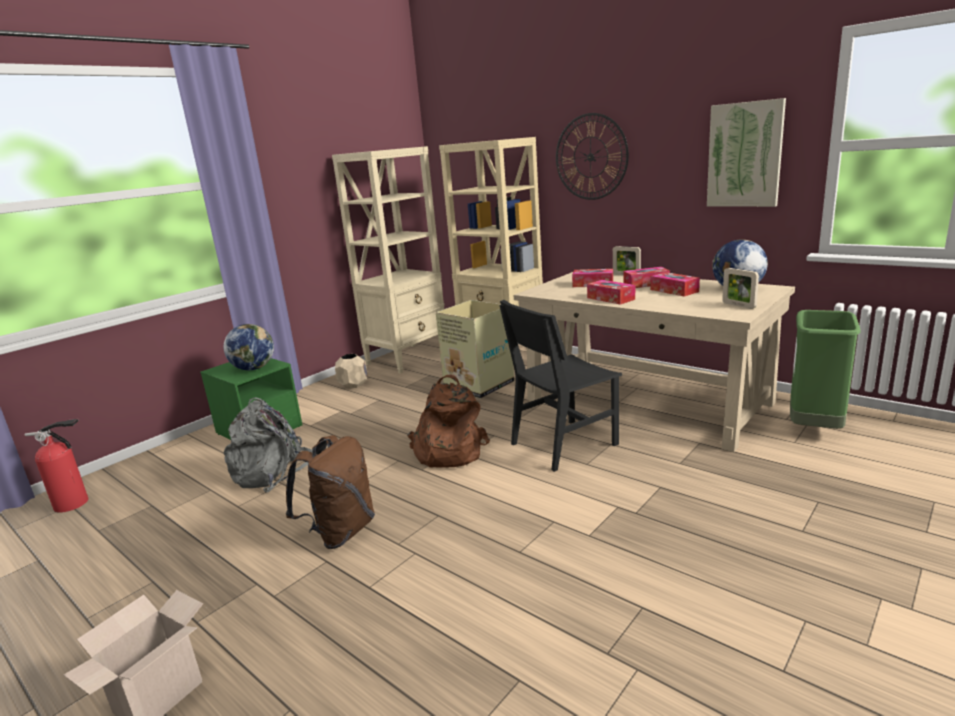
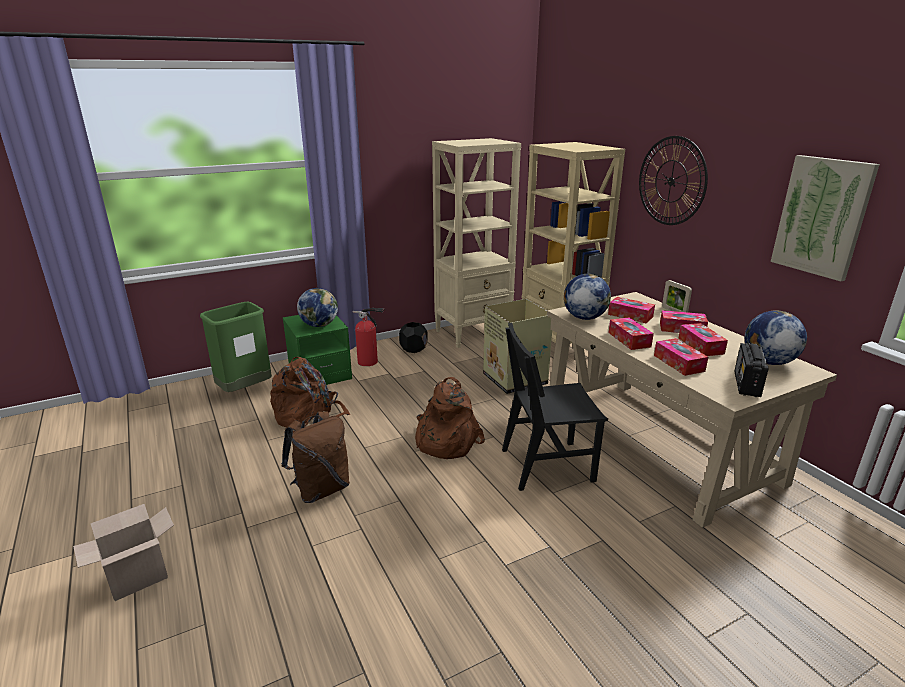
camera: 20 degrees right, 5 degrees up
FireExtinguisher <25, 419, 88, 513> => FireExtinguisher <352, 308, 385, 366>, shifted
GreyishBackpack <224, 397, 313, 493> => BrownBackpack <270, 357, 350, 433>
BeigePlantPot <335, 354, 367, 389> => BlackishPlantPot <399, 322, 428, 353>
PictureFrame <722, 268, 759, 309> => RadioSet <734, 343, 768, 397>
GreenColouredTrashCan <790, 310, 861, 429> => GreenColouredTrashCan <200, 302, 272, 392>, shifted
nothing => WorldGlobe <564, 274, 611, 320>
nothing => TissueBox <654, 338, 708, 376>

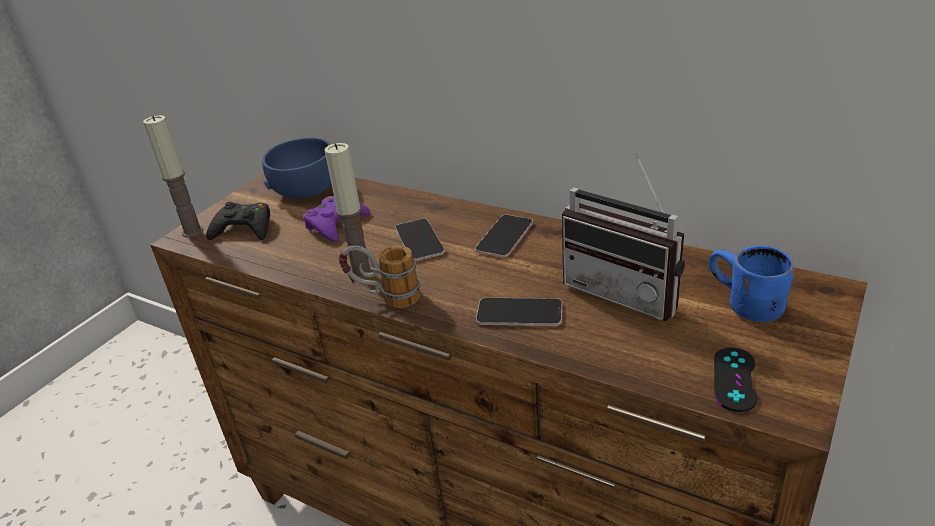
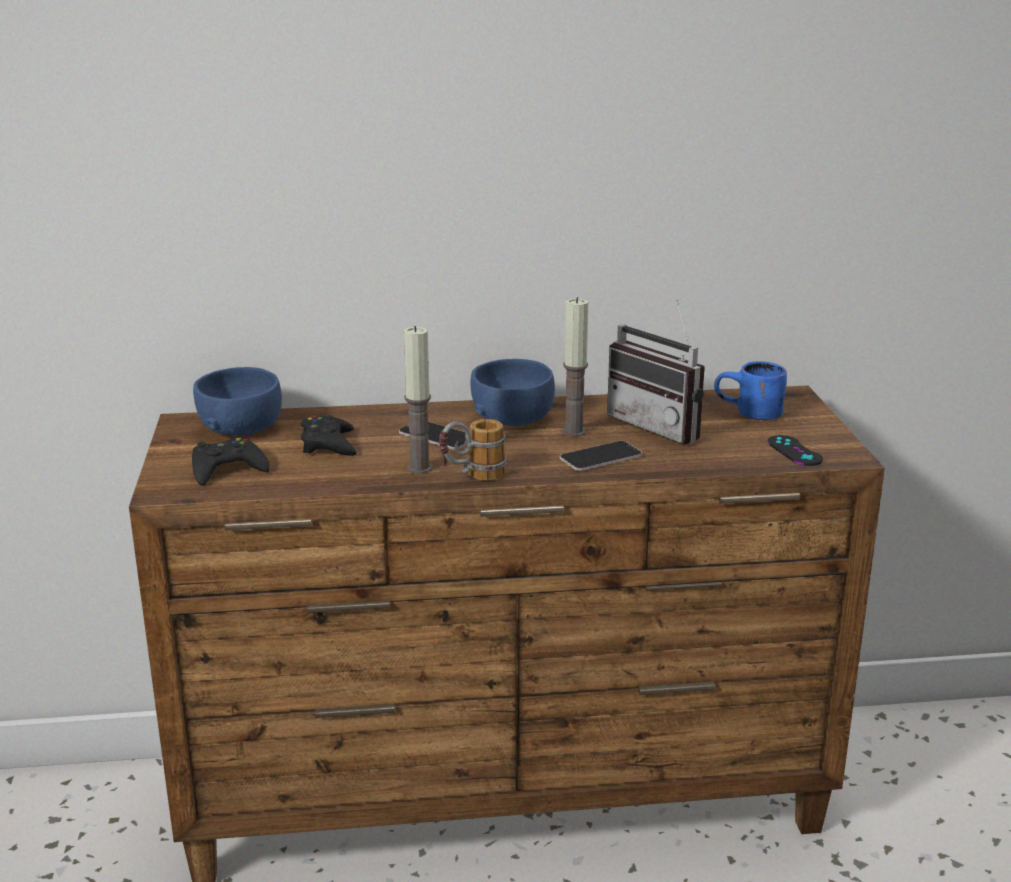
camera: 40 degrees left, 10 degrees down
WaxCandle <143, 115, 204, 238> => WaxCandle <562, 297, 588, 437>, shifted
PurpleColouredGameController <303, 196, 371, 242> => BlackishGameController <301, 415, 357, 456>
Phone <475, 215, 533, 258> => BluishDeepDish <471, 359, 555, 426>
RadioSet <562, 152, 685, 321> => RadioSet <607, 299, 705, 444>, 45 degrees clockwise

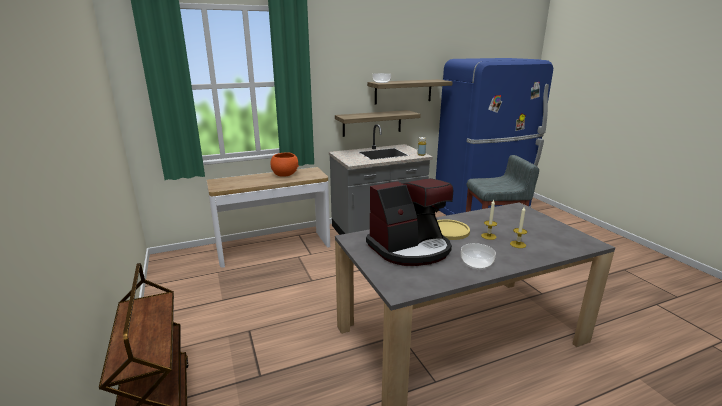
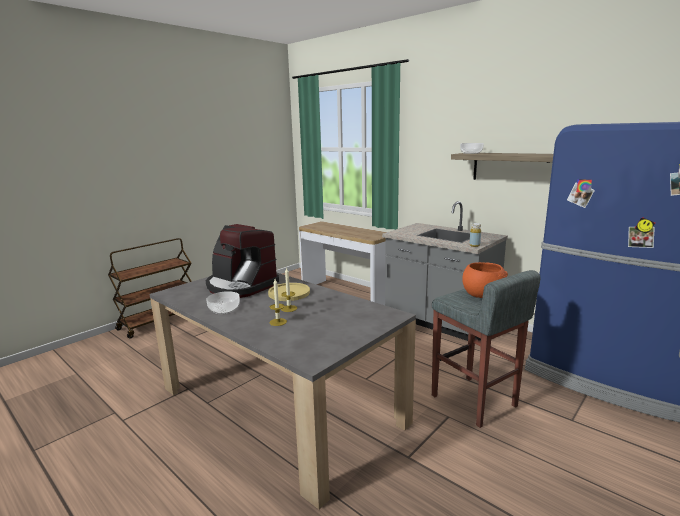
camera: 65 degrees right, 5 degrees down
OrangeColouredDeepDish <270, 152, 299, 177> => OrangeColouredDeepDish <462, 262, 508, 298>, shifted
BracketShelf <335, 110, 421, 137> => nothing

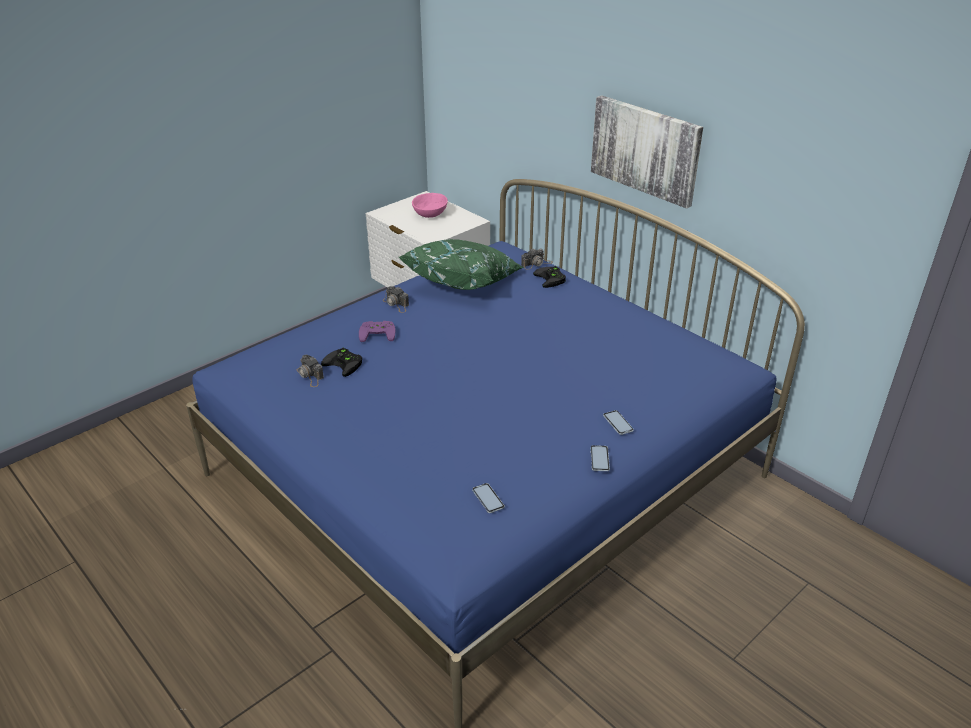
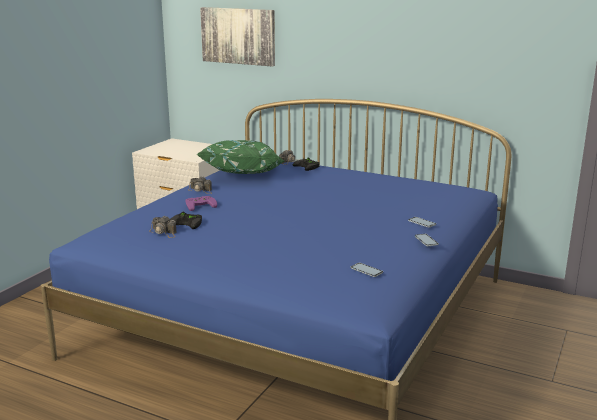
camera: 20 degrees left, 15 degrees down
PinkDeepDish <412, 193, 448, 218> => nothing
Picture <591, 95, 703, 209> => Picture <200, 7, 275, 66>, shifted

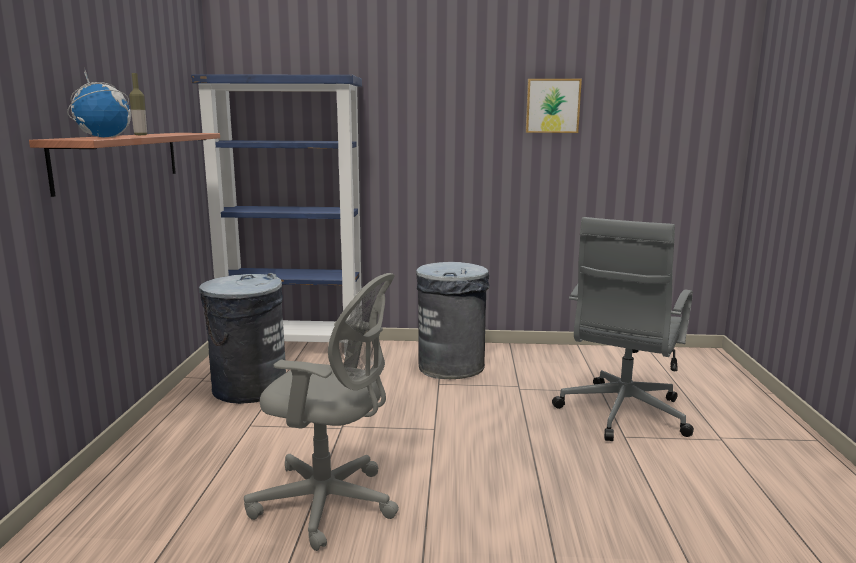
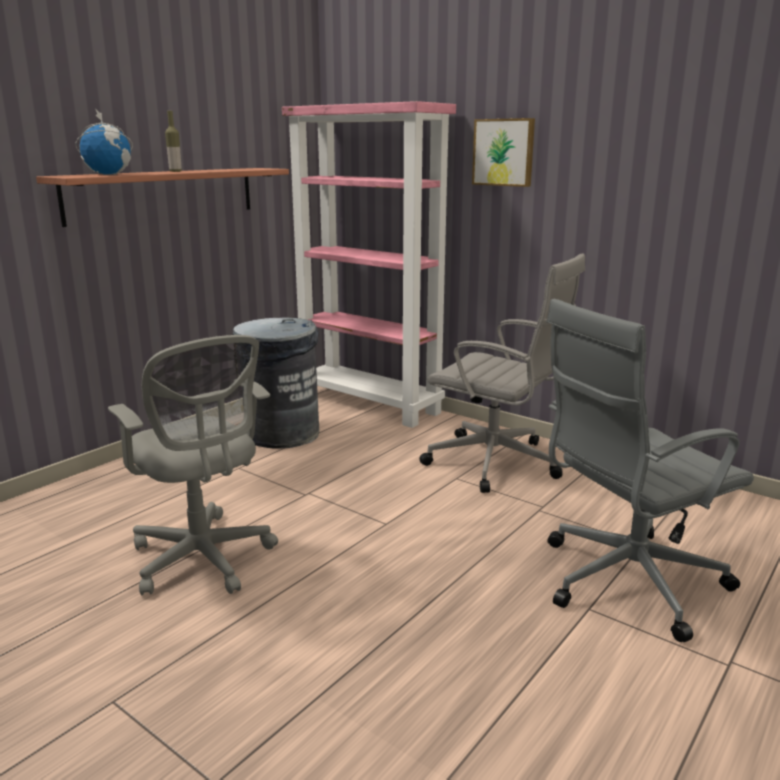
camera: 35 degrees right, 5 degrees up
BluishBookshelf <191, 74, 362, 357> => PinkBookshelf <282, 101, 456, 428>
GreyishTrashCan <416, 262, 490, 379> => GreyishDeskChair <419, 253, 585, 493>
Picture <526, 79, 582, 133> => Picture <472, 118, 535, 187>, shifted

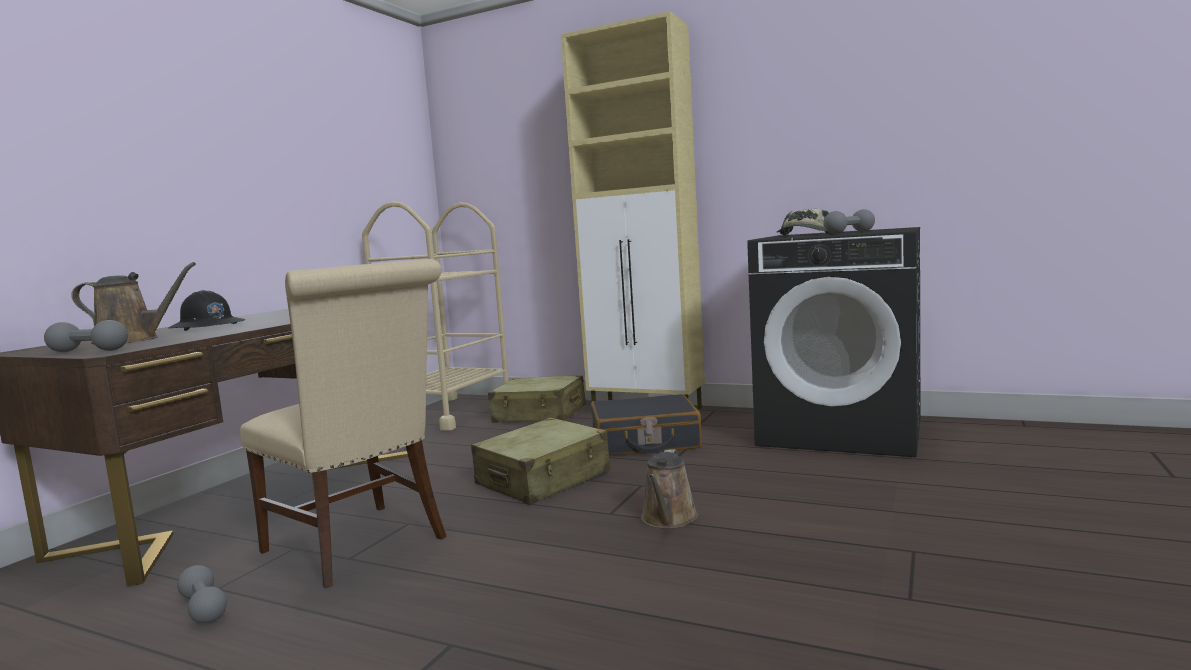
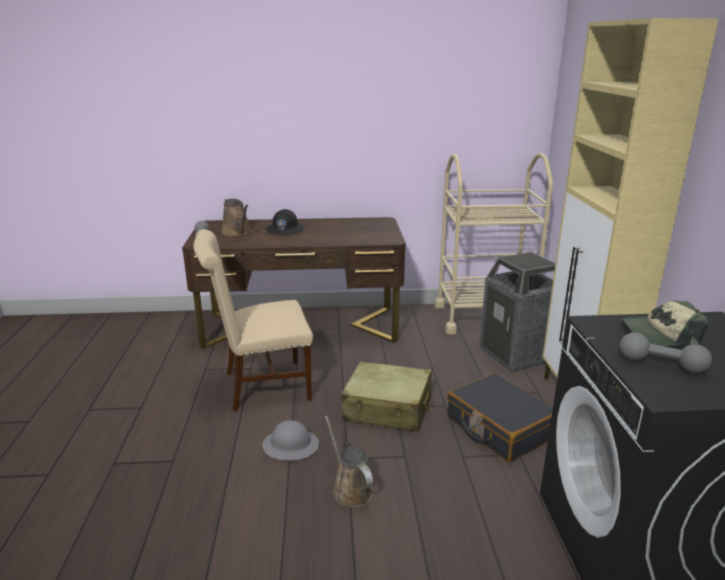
camera: 60 degrees right, 15 degrees up
GreyishHandWeight <177, 565, 227, 624> => nothing
BeigePlainChair <240, 259, 447, 589> => BeigePlainChair <193, 229, 313, 411>, 60 degrees clockwise
BeigeTravelCase <488, 375, 586, 423> => TrashCan <479, 252, 555, 373>
BrownWateringPot <641, 449, 698, 529> => BrownWateringPot <325, 416, 374, 507>, 75 degrees clockwise
nothing => GreyishWorkHelmet <262, 420, 319, 461>

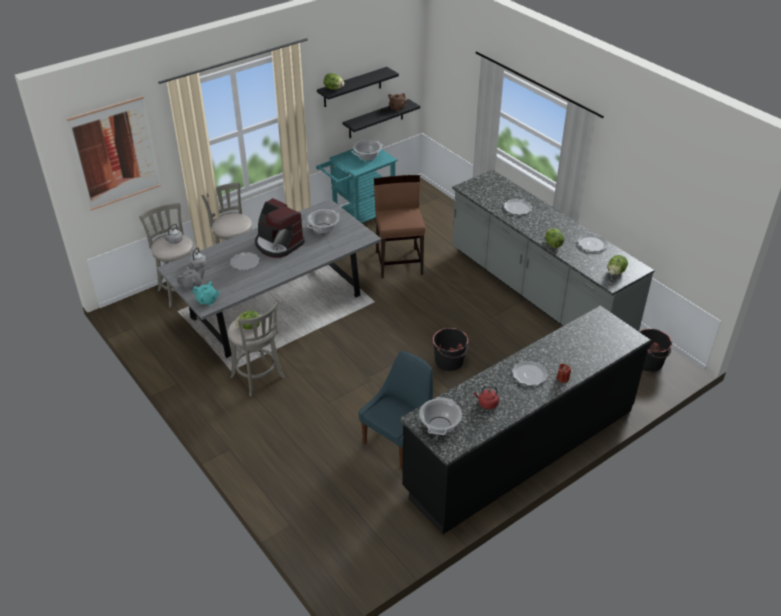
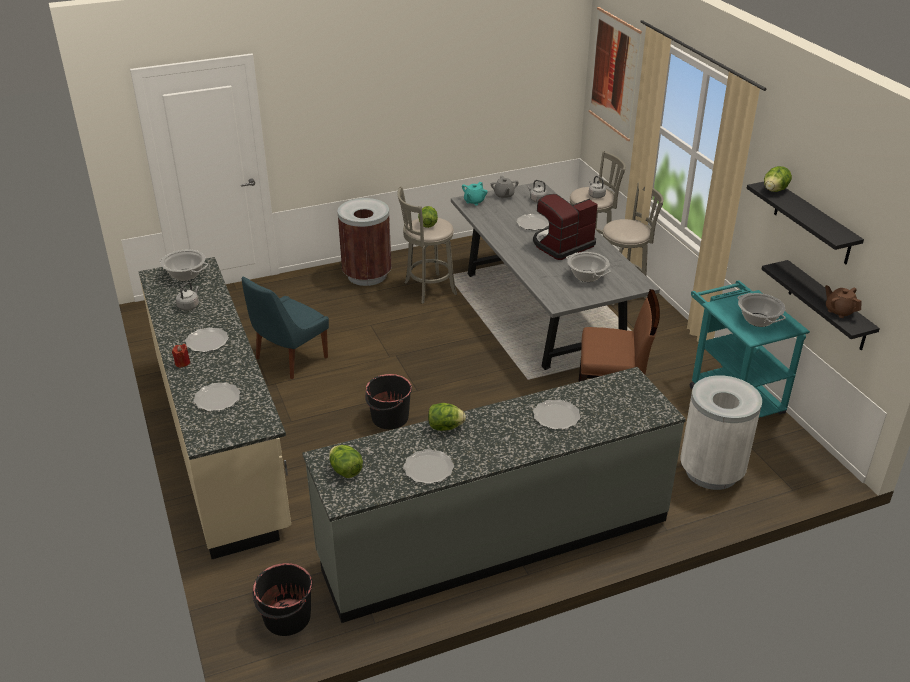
camera: 105 degrees right, 5 degrees down
BluishPlainChair <358, 351, 433, 469> => BluishPlainChair <242, 277, 329, 379>, 75 degrees clockwise
BlackishKitchenBaseUnit <400, 305, 651, 534> => BeigeKitchenBaseUnit <139, 257, 291, 559>
ReddishWaterKettle <474, 386, 499, 409> => GreyishWaterKettle <176, 282, 199, 310>
nothing => Plate <193, 383, 241, 411>
nothing => BrownTrashCan <337, 198, 392, 286>
nothing => WhiteTrashCan <680, 375, 762, 490>

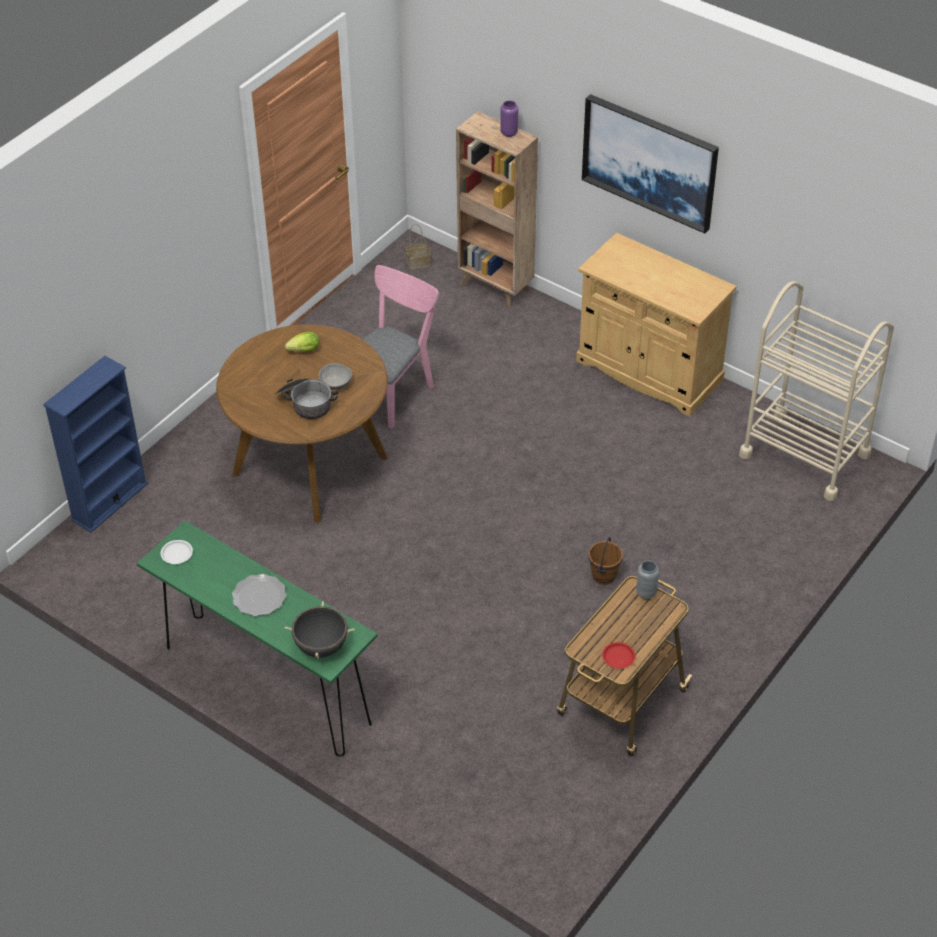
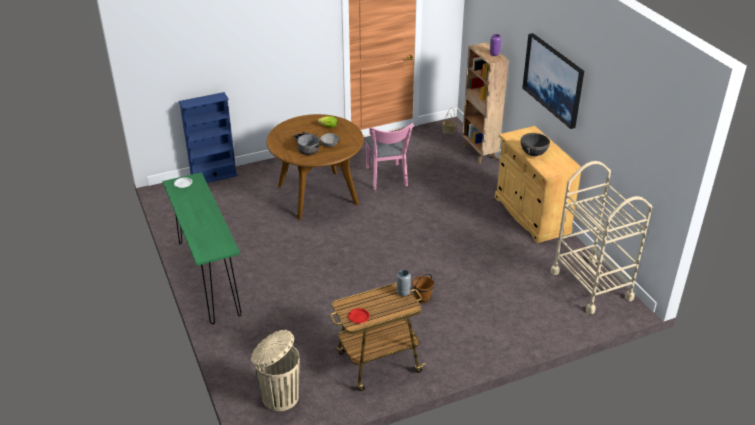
camera: 30 degrees right, 10 degrees down
Plate <232, 574, 286, 616> => nothing
BlackishStockpot <285, 601, 354, 659> => BlackishStockpot <519, 133, 552, 156>, shifted
PinkPlainChair <362, 265, 439, 429> => PinkPlainChair <365, 123, 413, 190>, 105 degrees clockwise
nothing => BeigeTrashCan <251, 330, 300, 411>

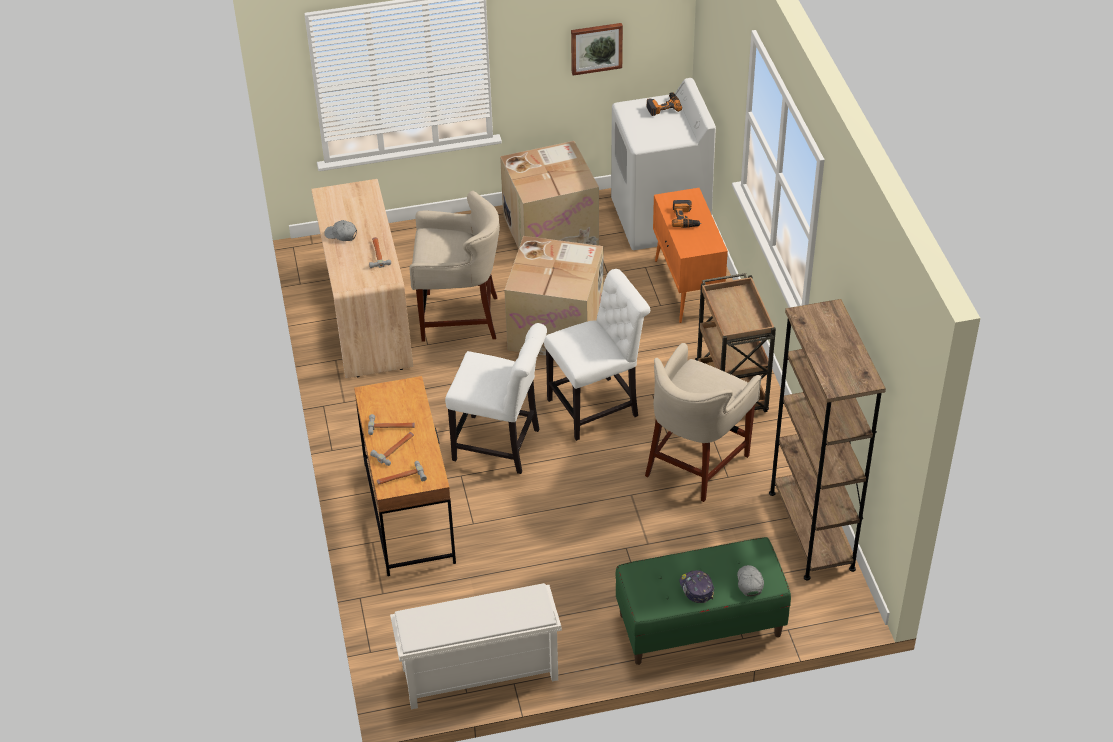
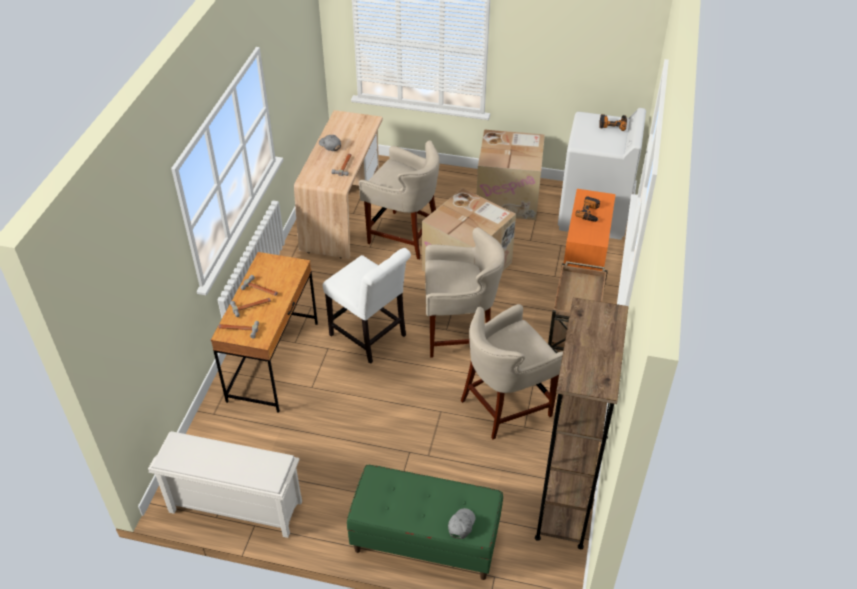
camera: 25 degrees right, 0 degrees up
WhitePlainChair <544, 269, 650, 441> => BeigeStool <425, 227, 505, 358>
Picture <571, 23, 623, 76> => nothing
PeakedCap <680, 570, 714, 603> => nothing

